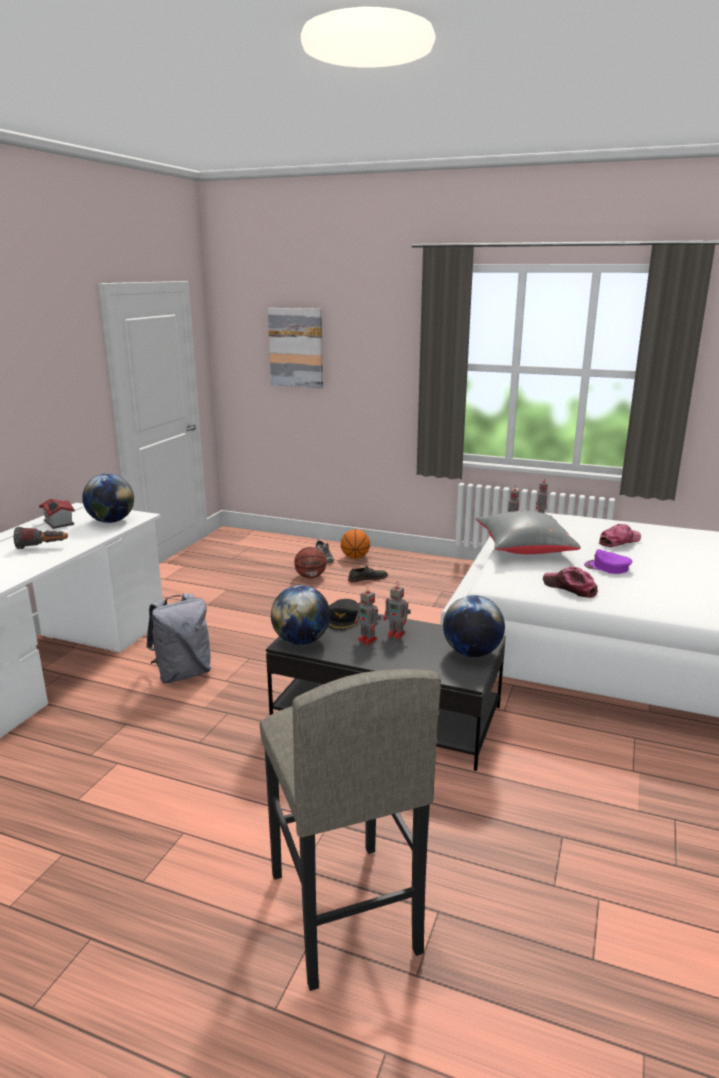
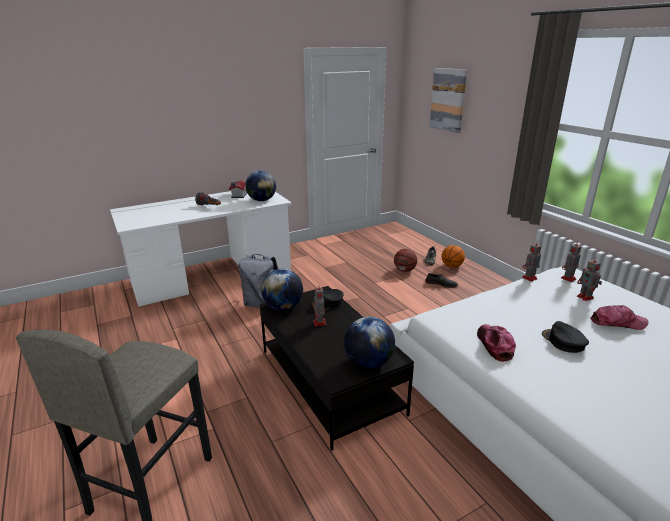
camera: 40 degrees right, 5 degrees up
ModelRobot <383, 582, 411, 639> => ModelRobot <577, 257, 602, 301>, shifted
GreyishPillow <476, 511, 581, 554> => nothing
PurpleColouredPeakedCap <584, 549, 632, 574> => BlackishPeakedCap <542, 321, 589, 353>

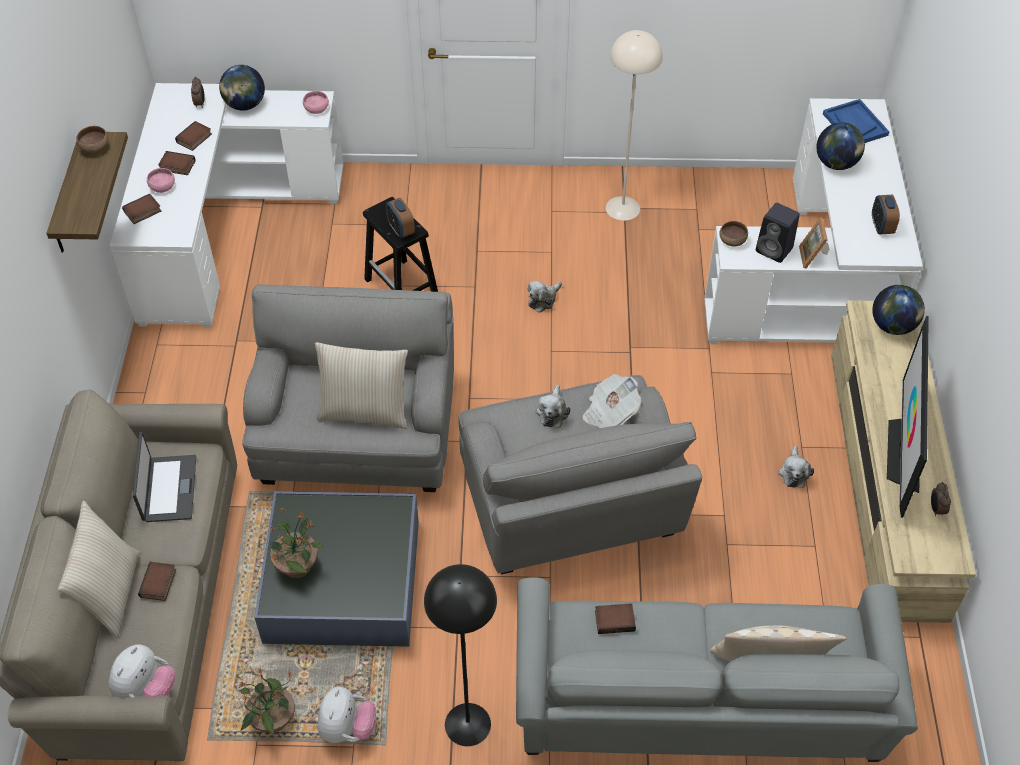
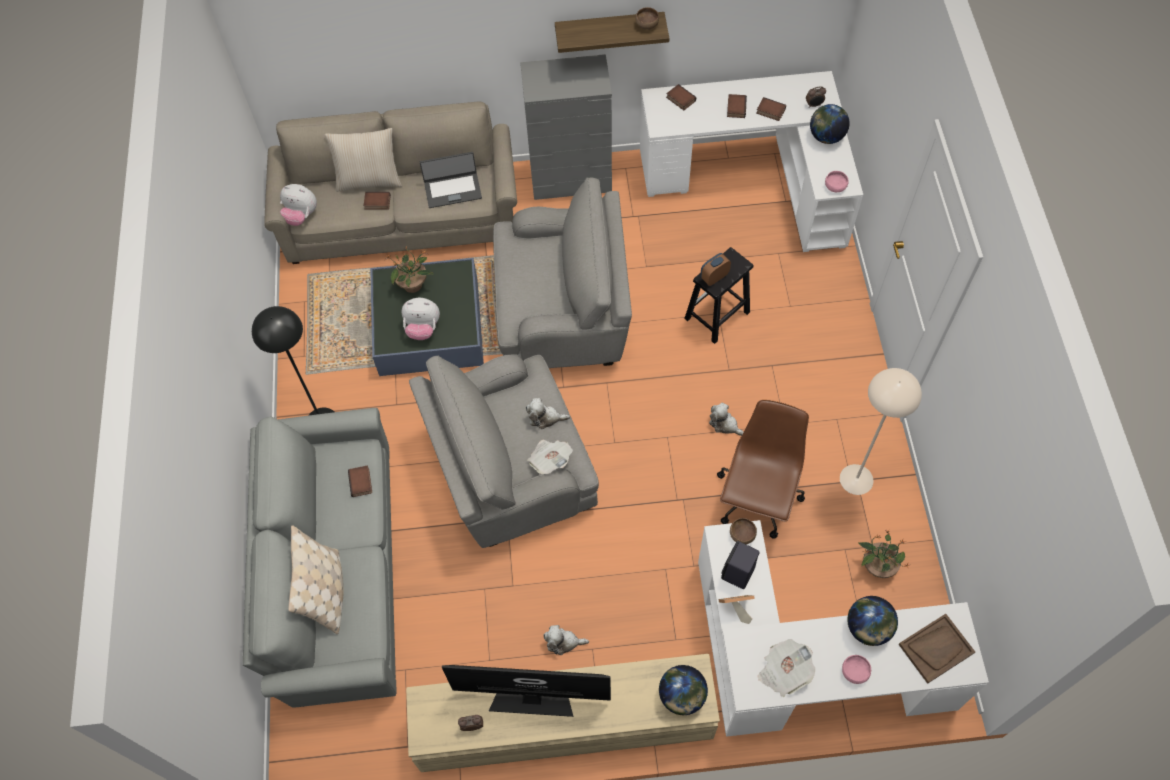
camera: 85 degrees right, 10 degrees up
PinkDeepDish <147, 168, 175, 193> => PinkDeepDish <842, 655, 871, 684>, shifted
PottedPlant <238, 667, 295, 734> => PottedPlant <859, 529, 909, 578>, shifted
BeigePillow <315, 342, 408, 429> => nothing
SoftToy <318, 687, 376, 743> => SoftToy <402, 298, 440, 340>, shifted
BluishServingTray <823, 99, 889, 143> => BrownServingTray <898, 614, 975, 684>
AlarmClock <872, 195, 900, 235> => DailyPaper <758, 639, 815, 697>
nothing => GreyishDrawerChest <520, 54, 612, 200>
nothing => BrownDeskChair <717, 400, 809, 538>

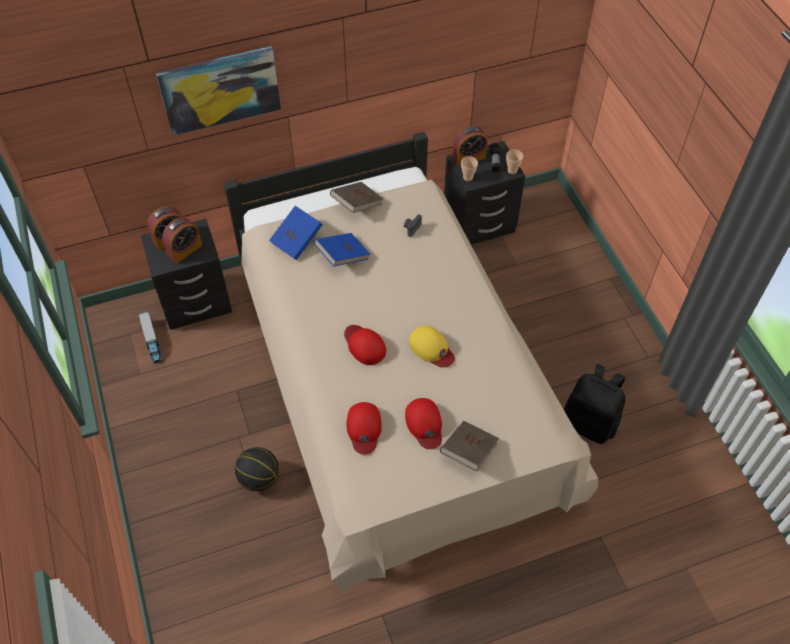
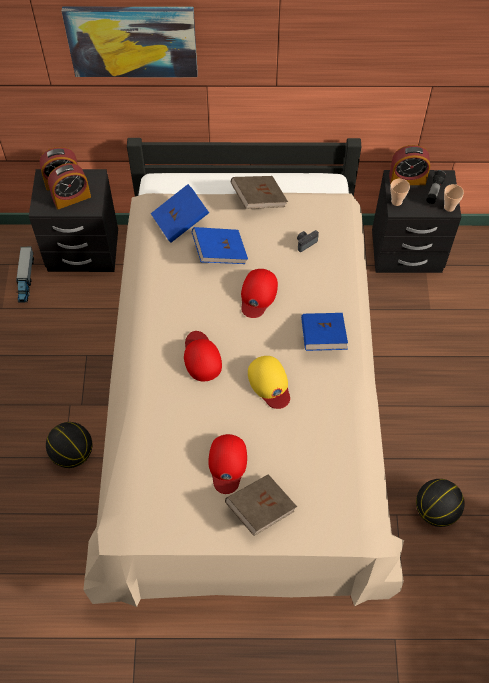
camera: 20 degrees right, 5 degrees up
ReddishPeakedCap <347, 402, 382, 455> => ReddishPeakedCap <241, 269, 278, 318>, shifted
BlackishBackpack <564, 364, 625, 444> => BallForBasketball <416, 479, 465, 527>
nothing => BluishVolume <301, 313, 348, 351>

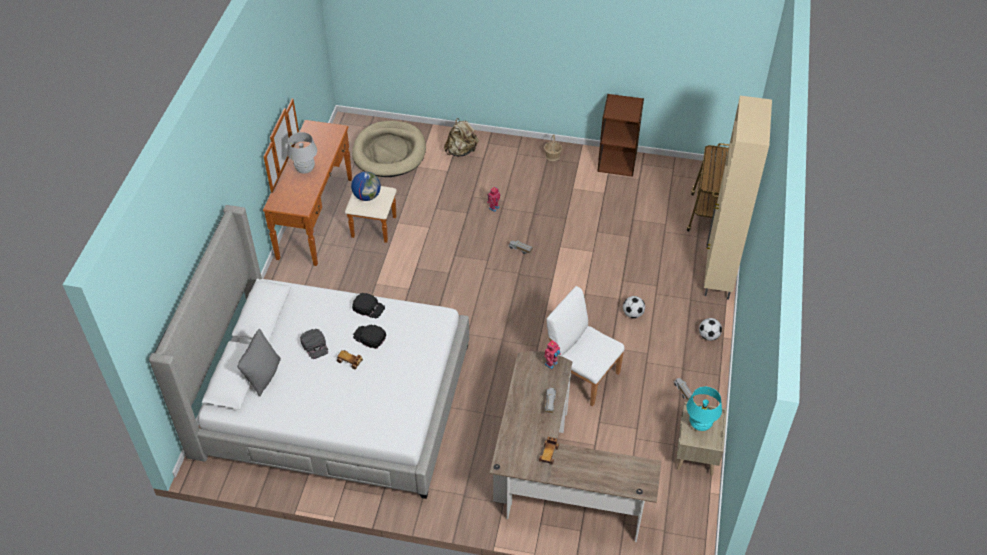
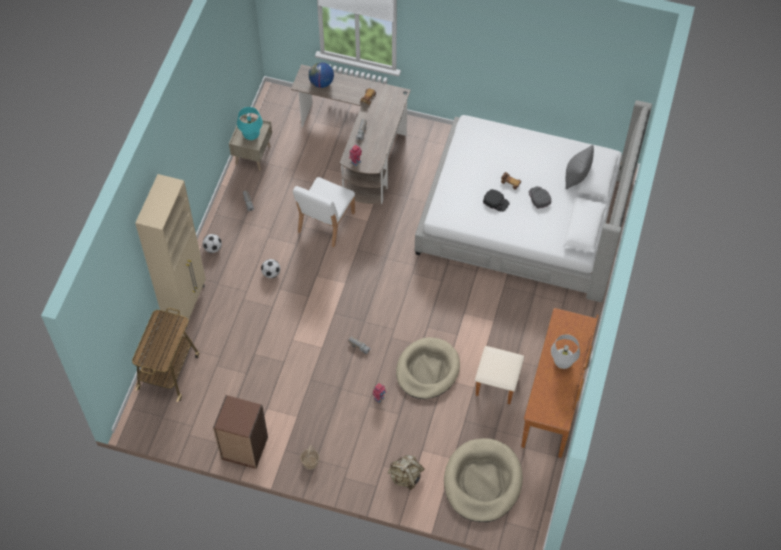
camera: 175 degrees left, 10 degrees up
WorldGlobe <351, 172, 381, 201> => WorldGlobe <309, 62, 334, 88>, shifted
BlackishPeakedCap <352, 293, 385, 318> => nothing
WhitePlainChair <546, 286, 625, 406> => WhitePlainChair <293, 177, 355, 247>, 75 degrees clockwise
nothing => BeigePetBed <396, 337, 460, 399>

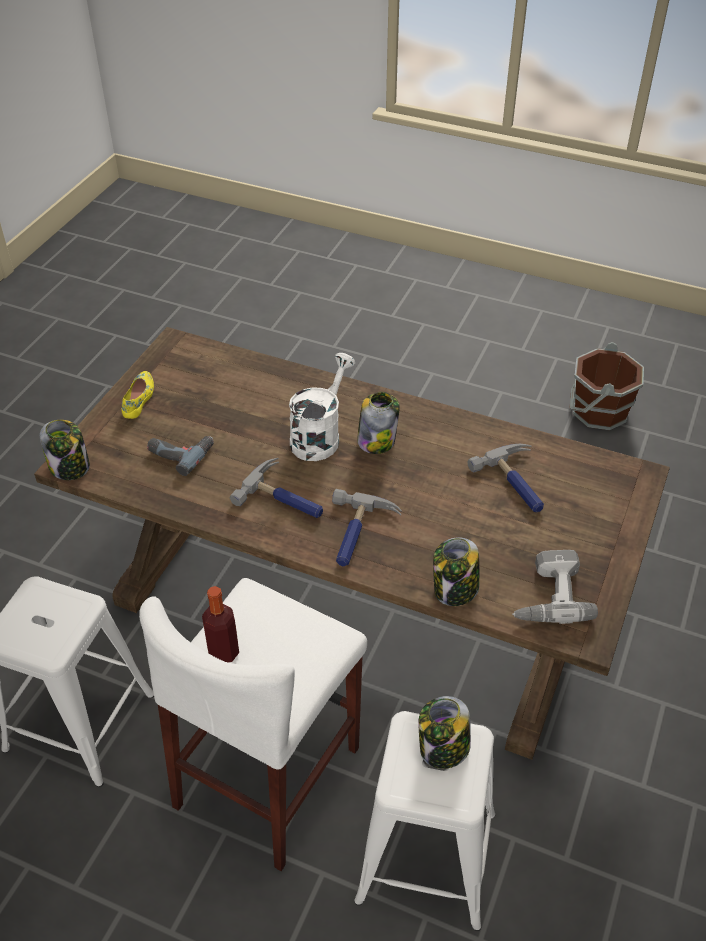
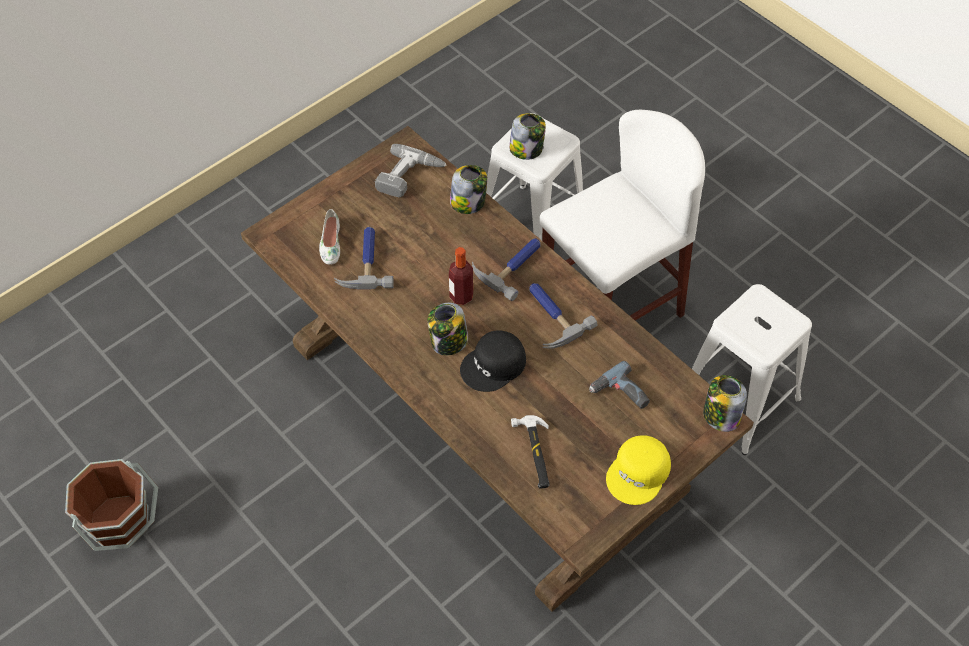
camera: 155 degrees left, 10 degrees up
YellowishLowShoe <121, 371, 154, 419> => YellowishPeakedCap <606, 435, 671, 505>
Bottle <202, 586, 239, 663> => Bottle <449, 247, 473, 305>, shifted
WhiteWateringPot <289, 353, 355, 461> => BlackishPeakedCap <460, 330, 526, 392>
nothing => WhiteLowShoe <319, 209, 340, 264>
nothing => ToolHammer <511, 415, 550, 489>

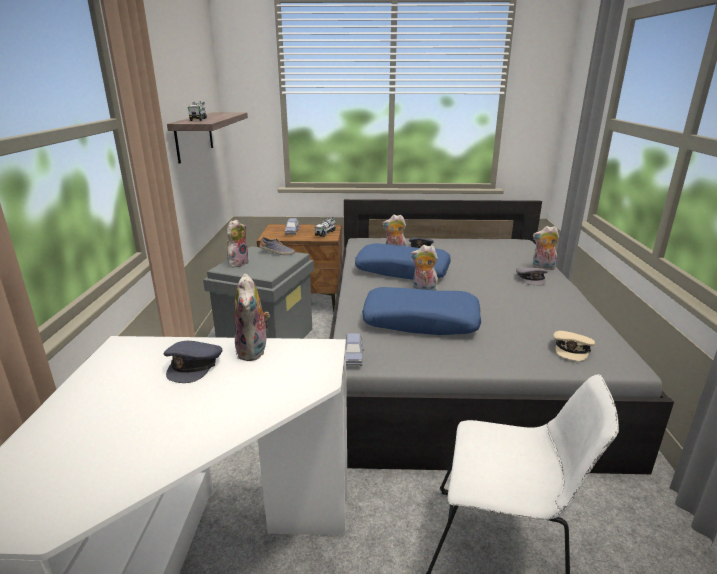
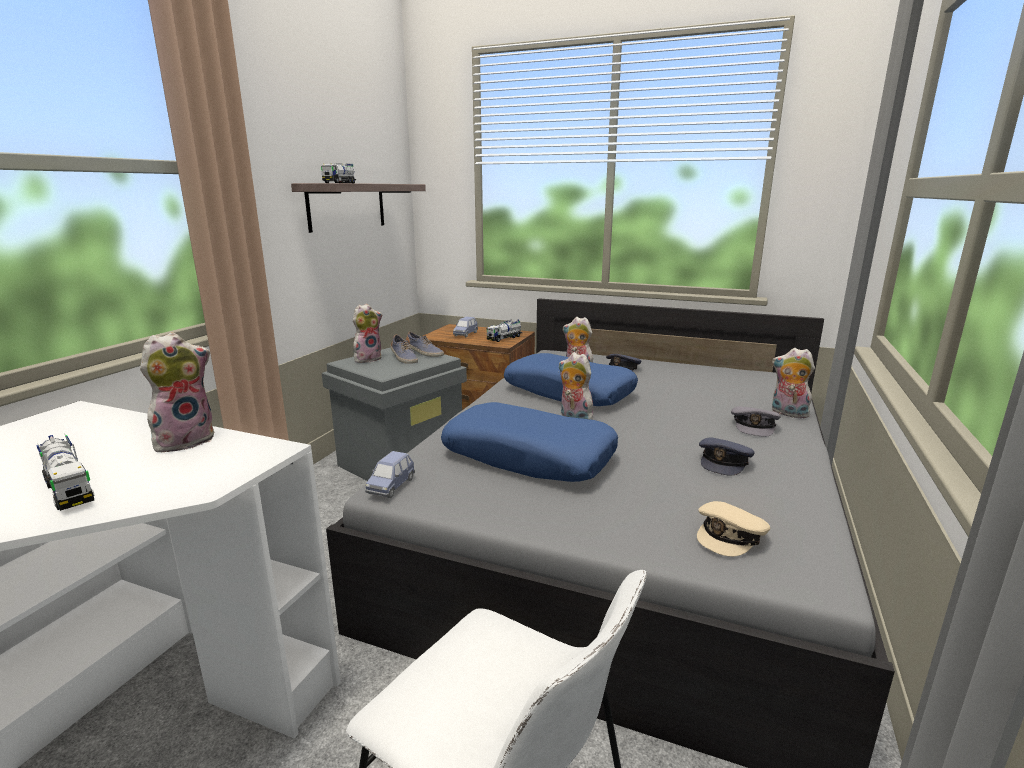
camera: 20 degrees right, 5 degrees down
GreyishPeakedCap <163, 341, 222, 383> => GreyishPeakedCap <699, 437, 755, 475>, shifted
SoftToy <235, 273, 270, 361> => SoftToy <140, 332, 214, 452>, 150 degrees counterclockwise
nothing => ModelTruck <36, 433, 94, 511>
nothing => LowShoe <390, 334, 418, 364>

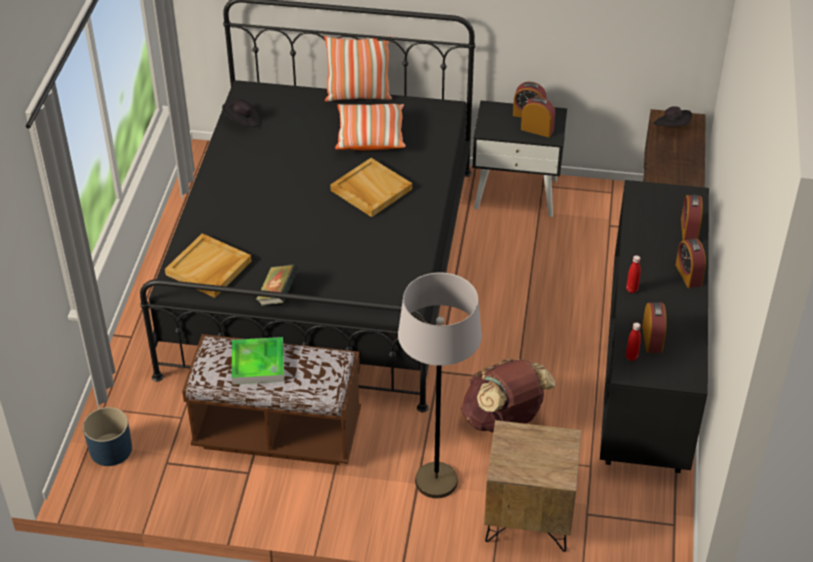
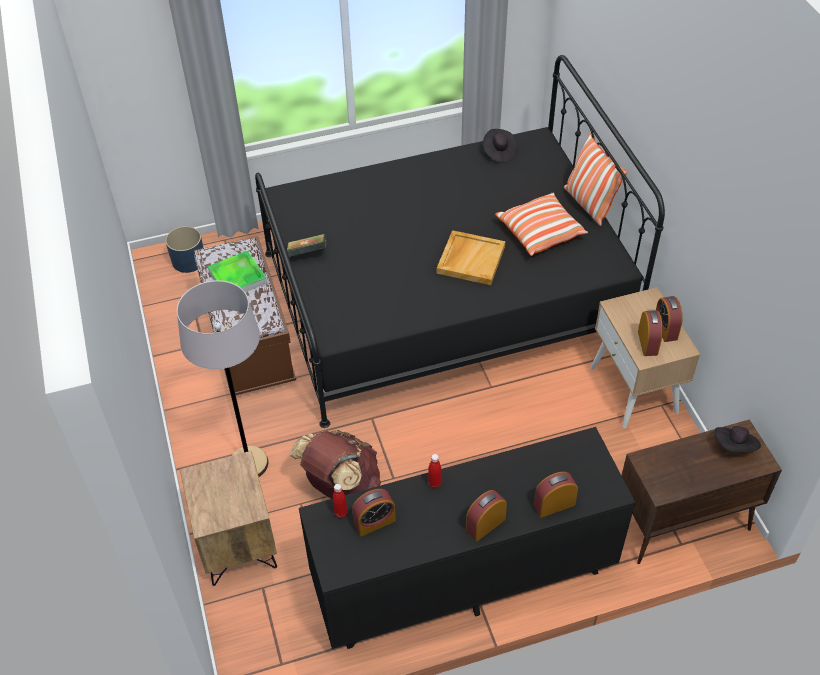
camera: 65 degrees right, 5 degrees up
BeigeServingTray <165, 233, 252, 298> => nothing
BlackishNightTable <472, 101, 567, 217> => BeigeNightTable <590, 287, 700, 428>

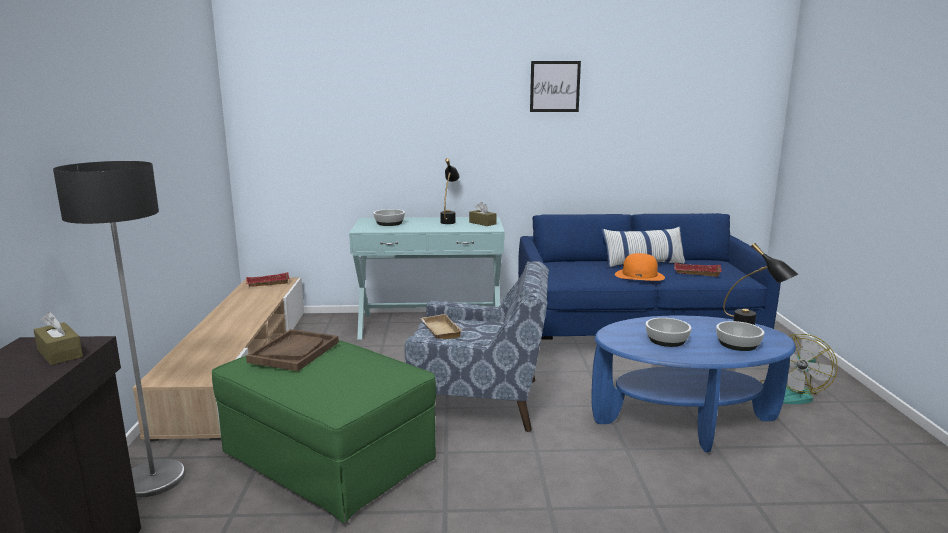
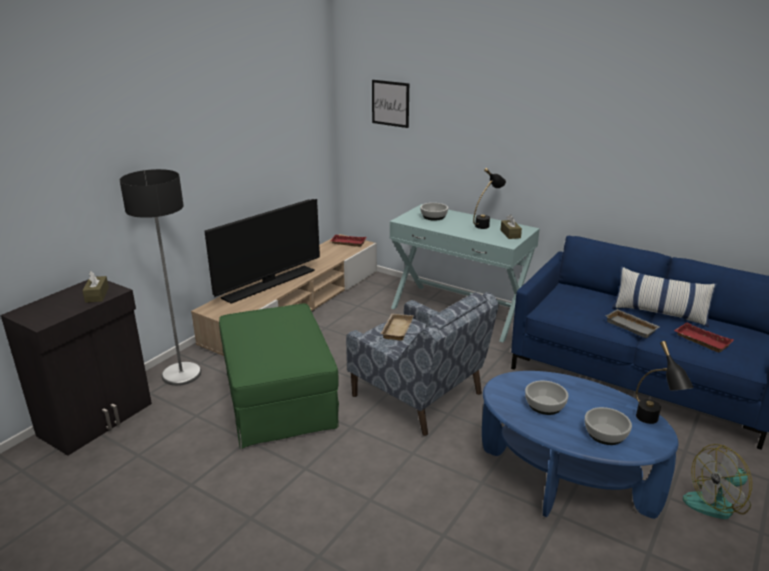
camera: 35 degrees right, 10 degrees up
BrownServingTray <246, 329, 339, 371> => nothing
Picture <530, 61, 581, 112> => Picture <372, 80, 409, 128>, shifted
OrangeColouredHat <615, 253, 665, 281> => GreyishServingTray <605, 309, 660, 338>
nothing => Television <205, 199, 320, 304>

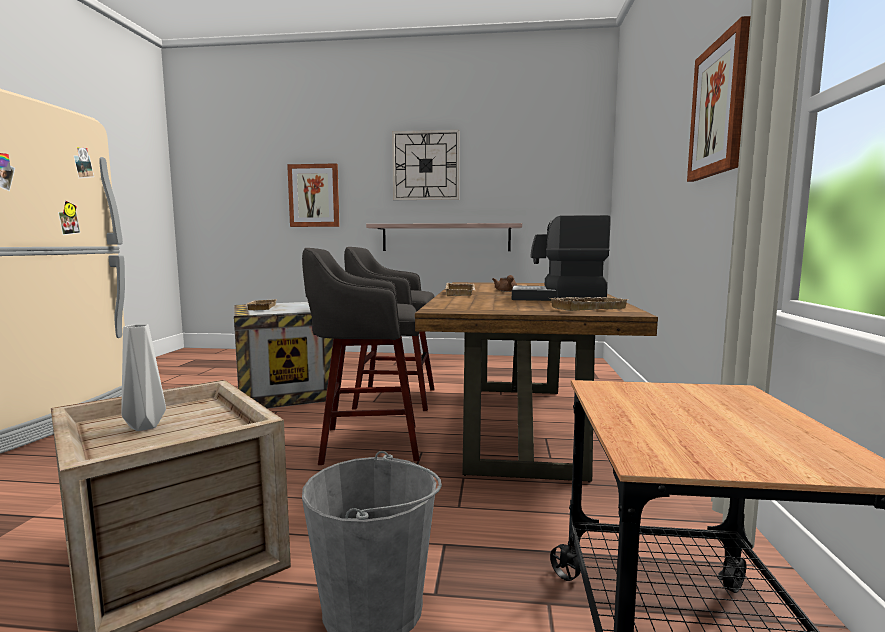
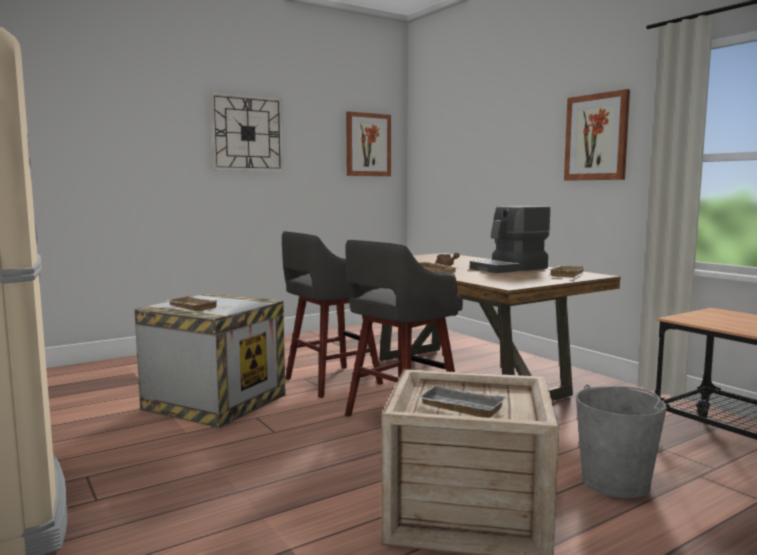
camera: 40 degrees left, 0 degrees up
GreyishVase <121, 324, 166, 431> => GreyishServingTray <417, 385, 507, 418>
Picture <287, 163, 340, 227> => Picture <346, 111, 391, 176>, shifted
BracketShelf <366, 223, 522, 251> => nothing

